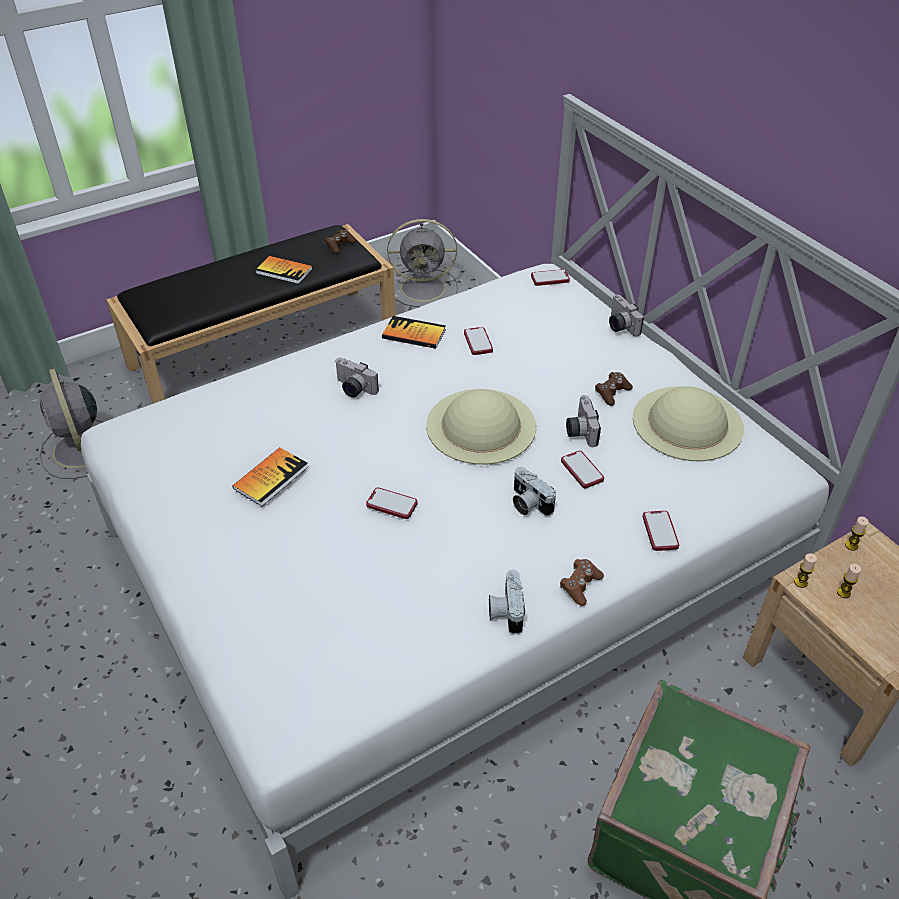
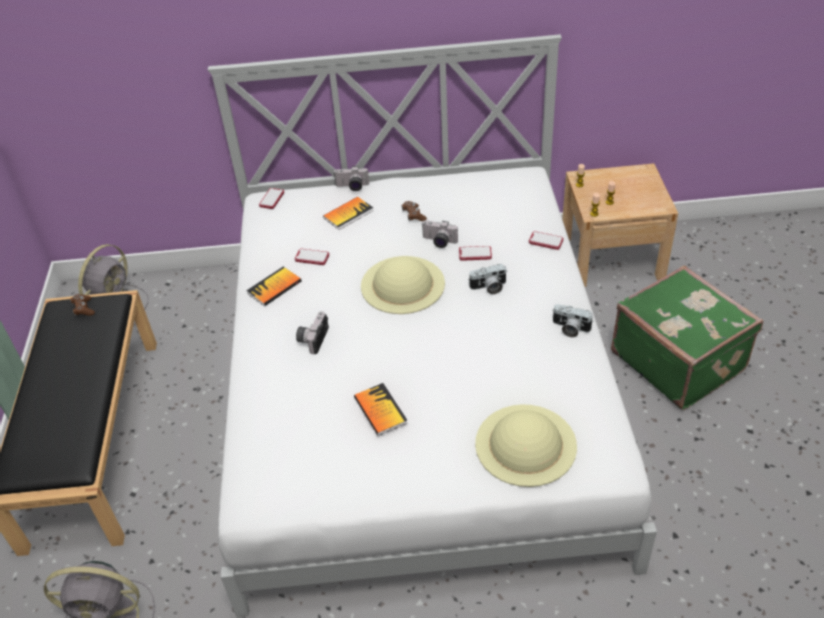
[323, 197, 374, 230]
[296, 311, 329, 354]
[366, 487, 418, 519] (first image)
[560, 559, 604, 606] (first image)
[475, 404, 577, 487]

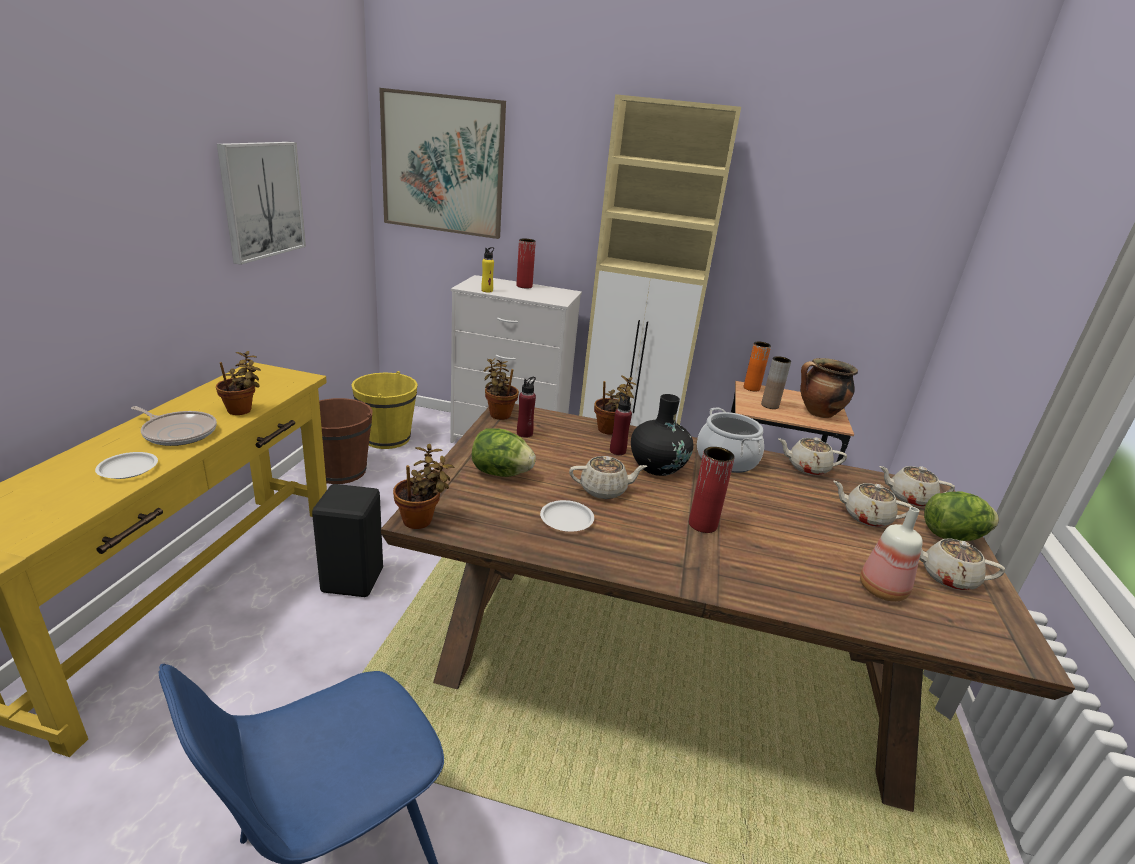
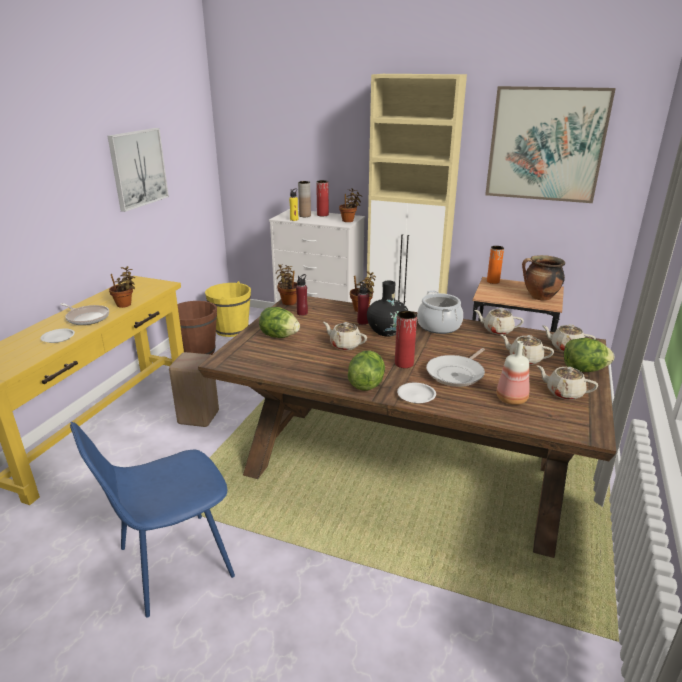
[169, 352, 219, 427]
[485, 86, 616, 203]
[339, 188, 362, 222]
[397, 383, 436, 403]
[323, 322, 367, 350]
[298, 181, 311, 217]
[348, 350, 385, 391]
[426, 348, 485, 387]

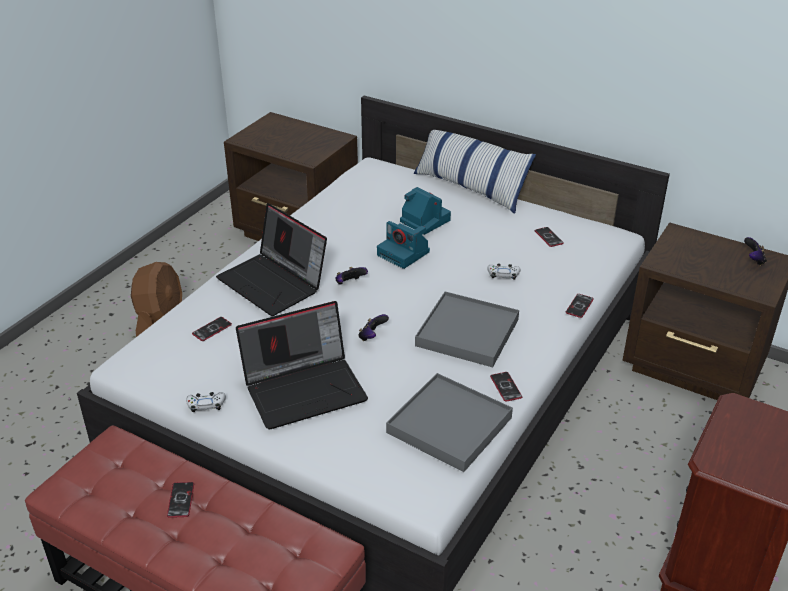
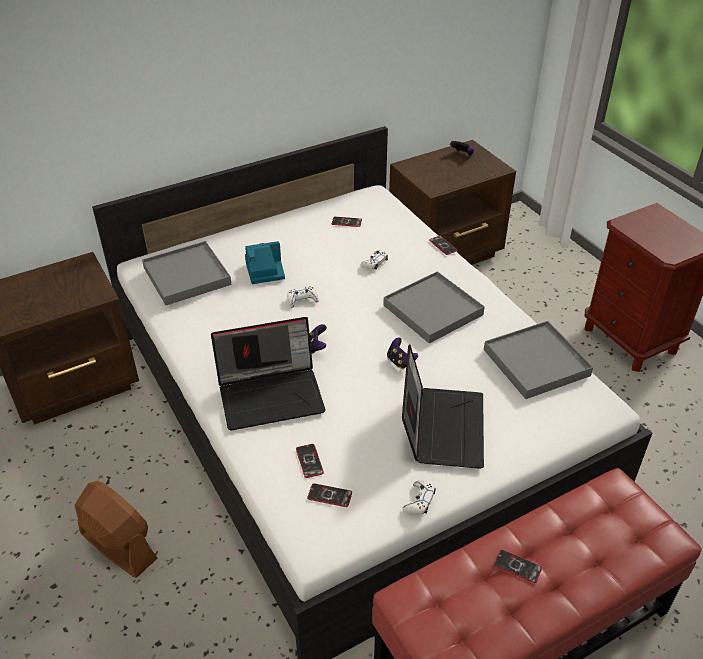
[287, 286, 319, 308]
[414, 130, 536, 214] (first image)
[307, 483, 352, 507]
[142, 241, 232, 305]

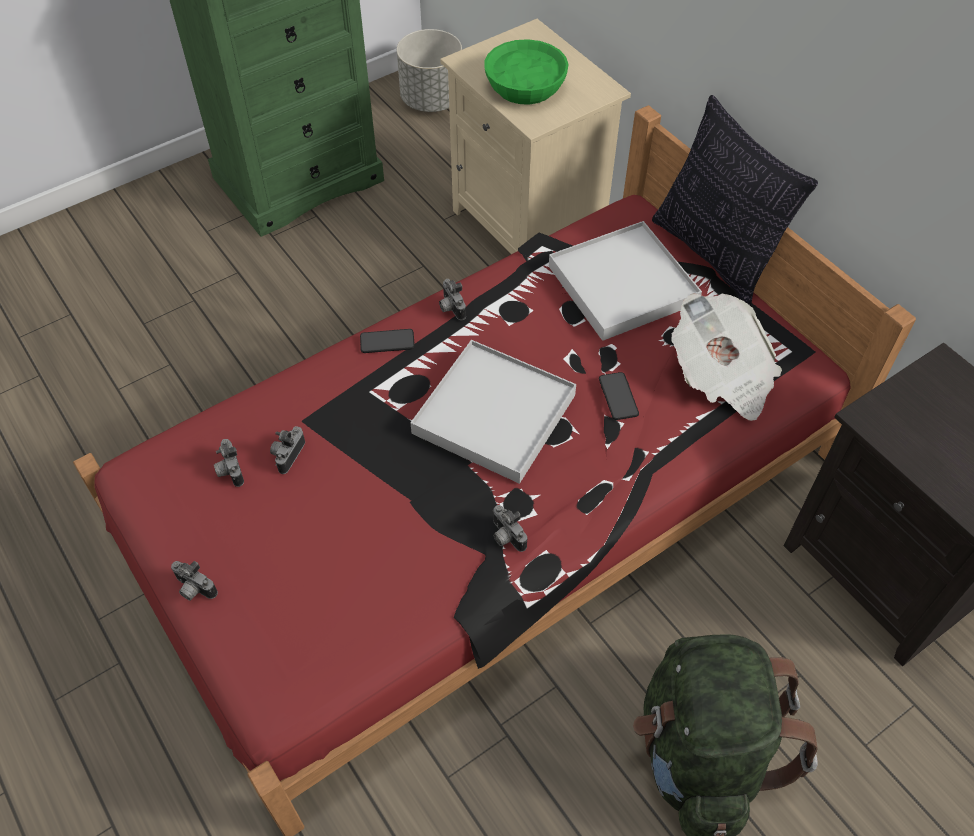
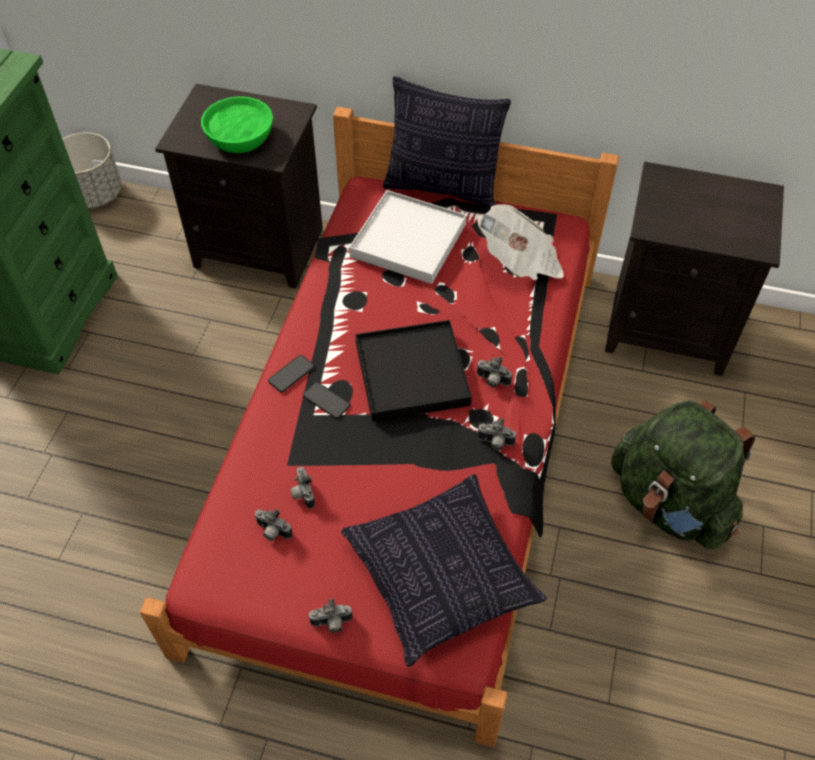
[355, 320, 472, 422]
[476, 357, 512, 387]
[155, 84, 323, 289]
[303, 382, 350, 419]
[341, 474, 547, 667]

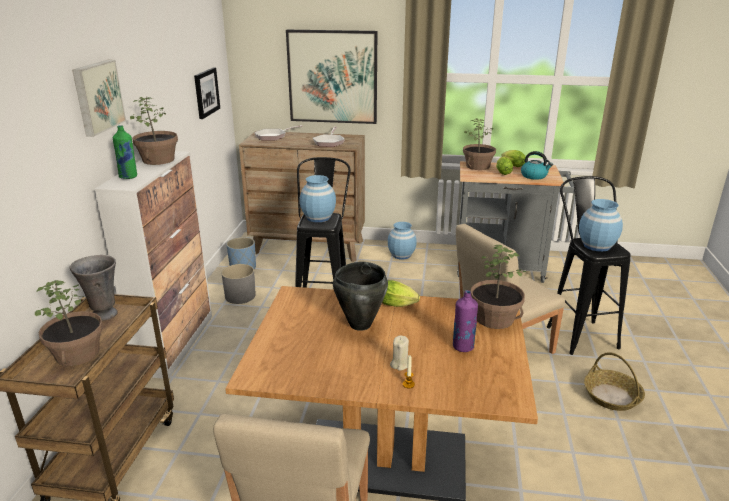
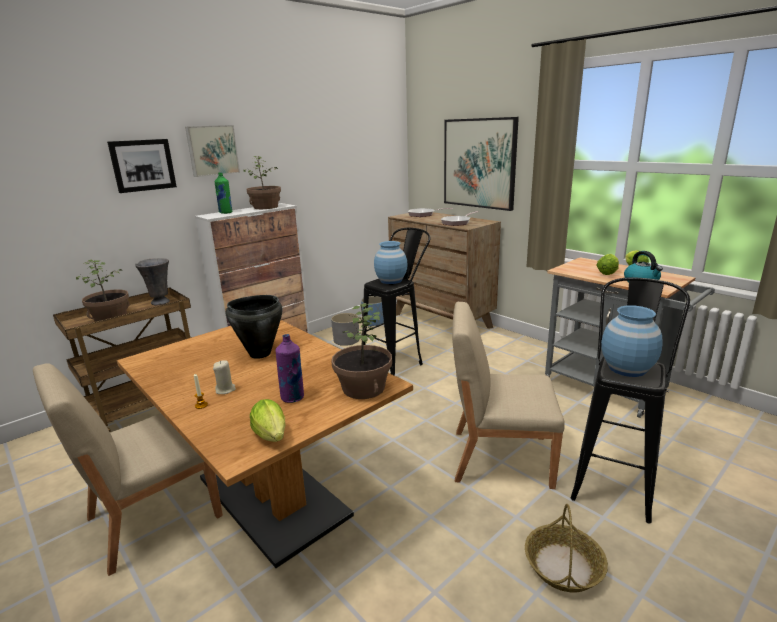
[107, 139, 177, 193]
[250, 399, 285, 442]
[388, 222, 417, 259] (first image)
[463, 118, 496, 170] (first image)

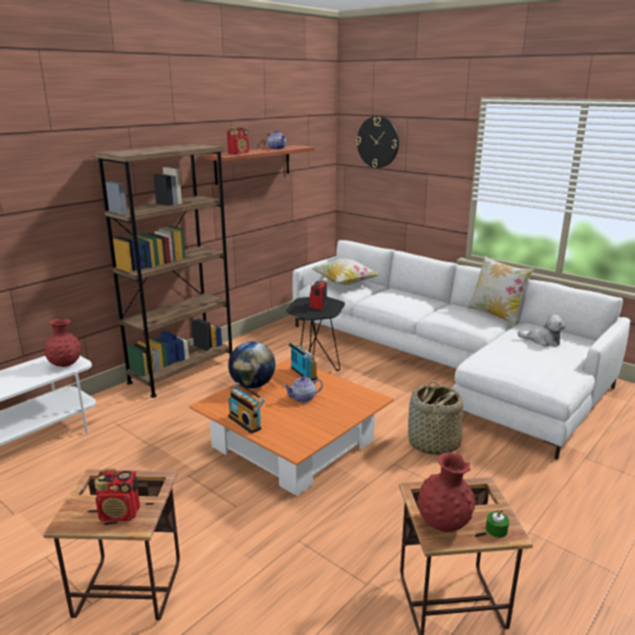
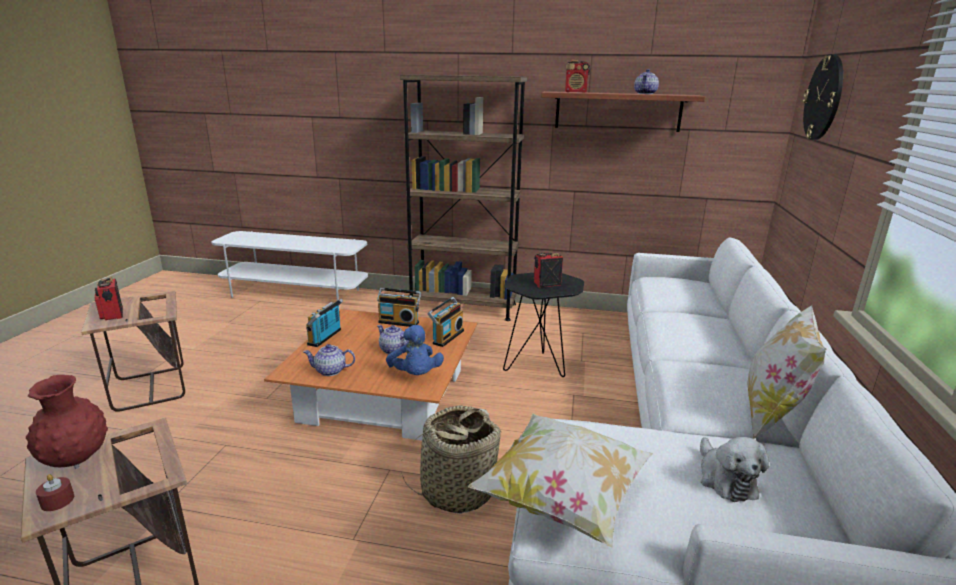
[44, 319, 81, 367] (first image)
[377, 288, 421, 327]
[468, 413, 653, 547]
[36, 474, 74, 511]
[303, 344, 355, 376]
[386, 325, 444, 375]

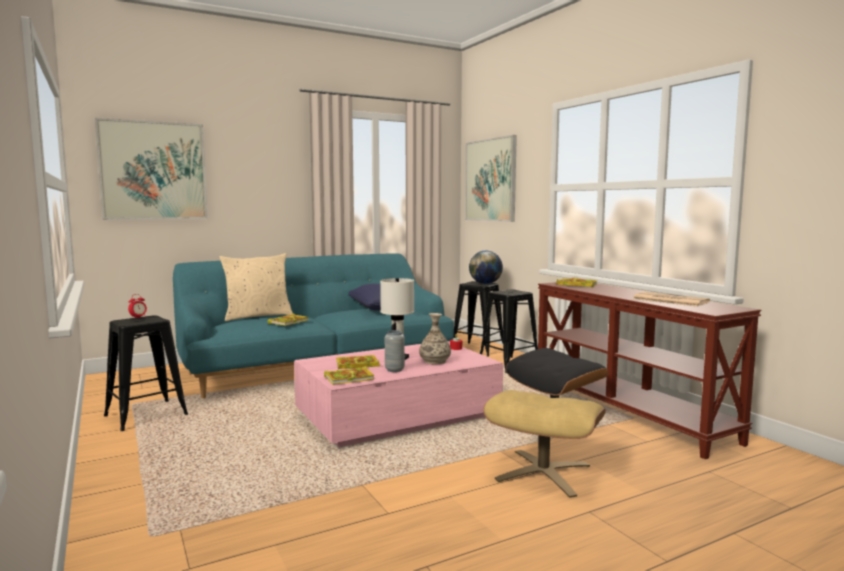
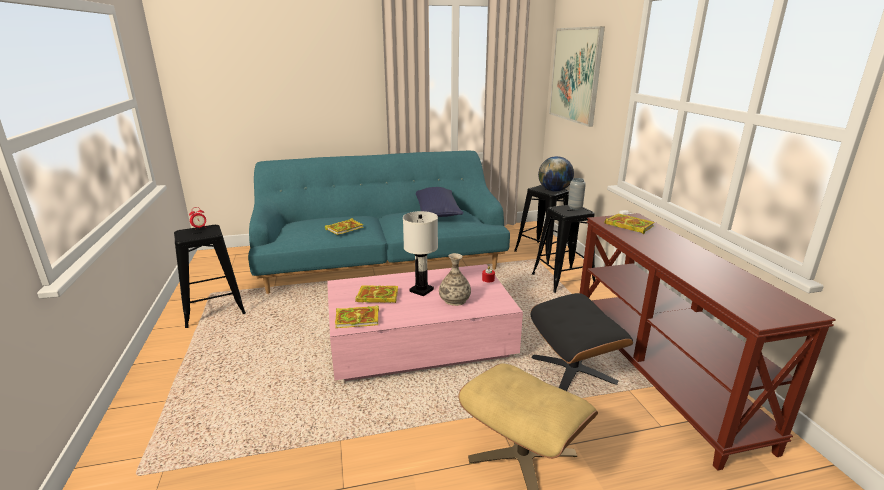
[95, 118, 208, 220] (first image)
[219, 253, 293, 321] (first image)
[568, 178, 586, 210]
[633, 292, 710, 307] (first image)

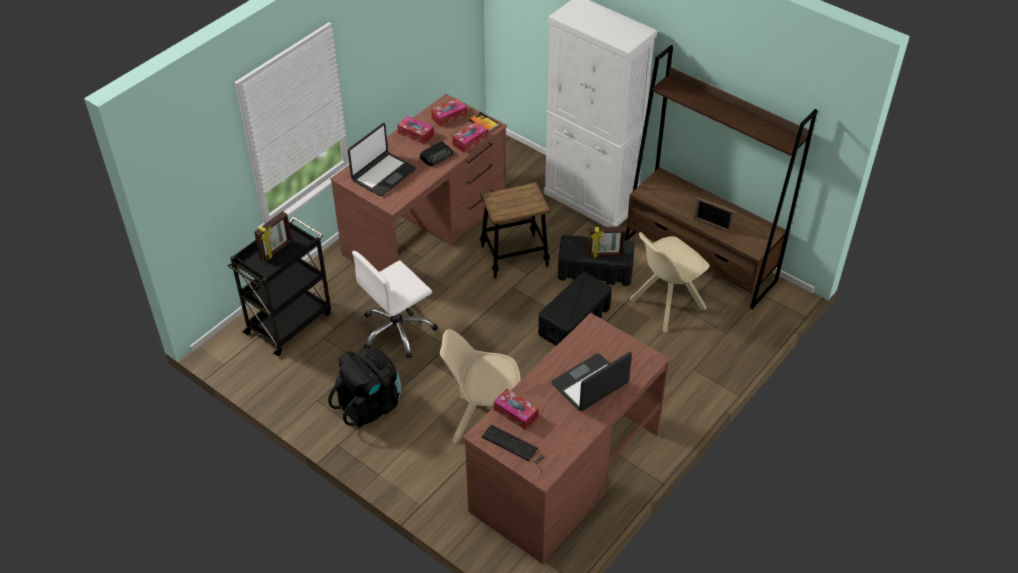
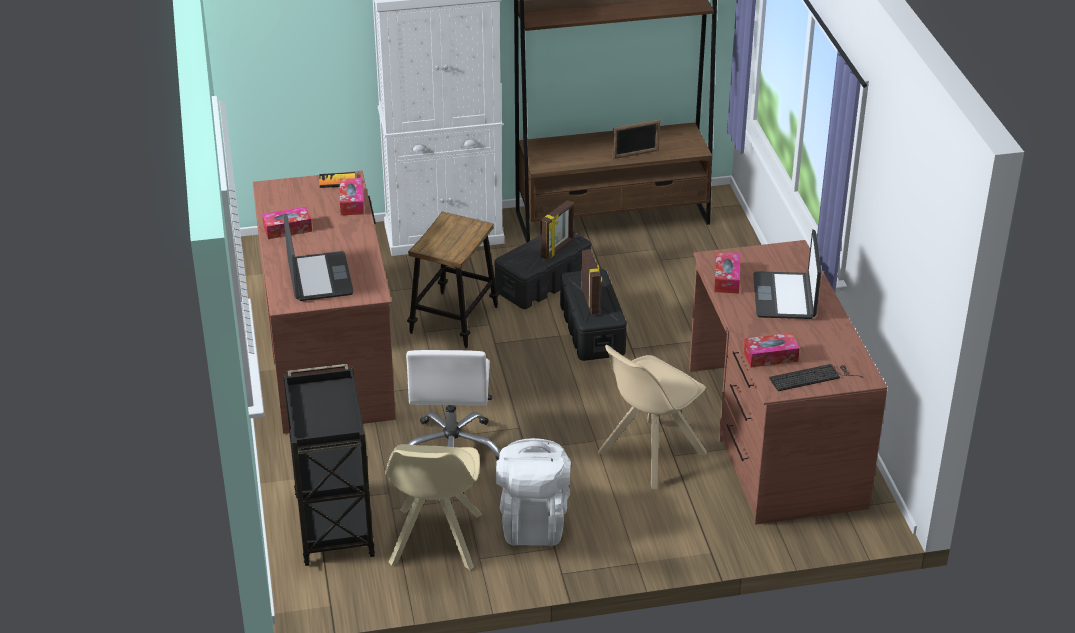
[582, 249, 602, 315]
[496, 438, 571, 546]
[420, 142, 453, 166] (first image)
[714, 252, 741, 294]
[385, 444, 482, 570]

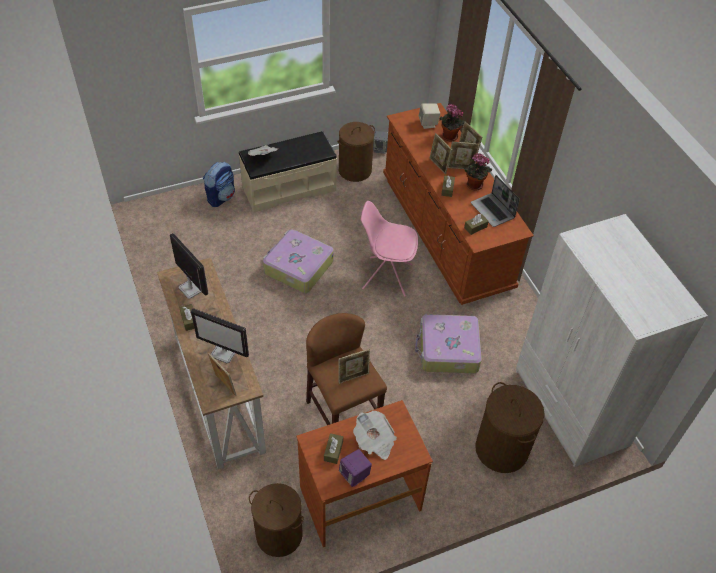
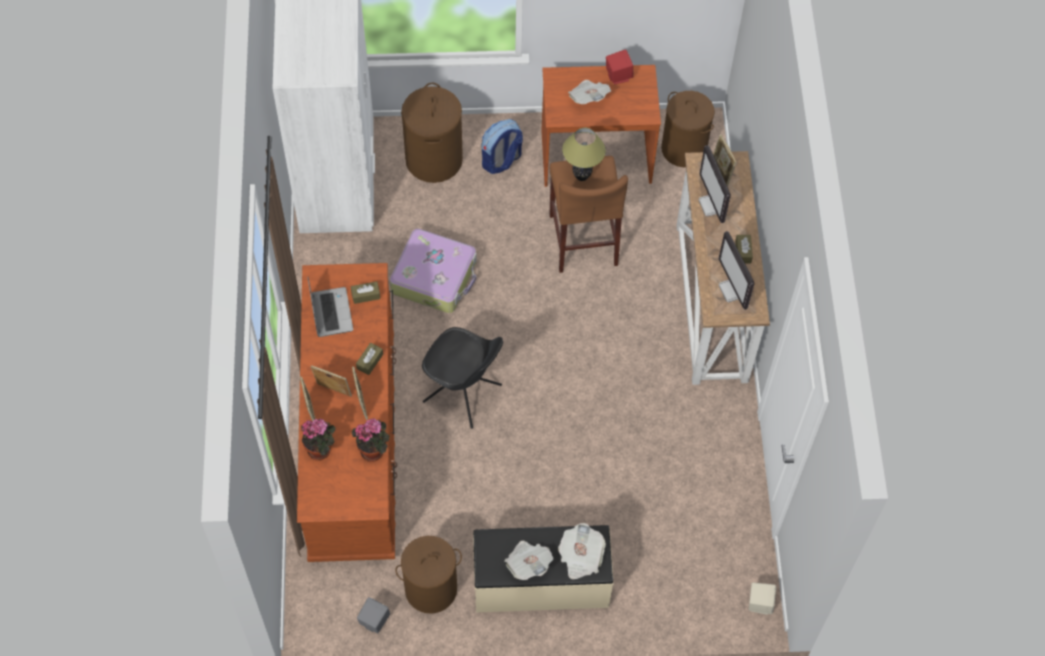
[699, 145, 731, 223]
[482, 119, 523, 174]
[263, 229, 334, 293] (first image)
[324, 433, 343, 464] (first image)
[562, 128, 606, 181]
[606, 50, 633, 84]
[422, 327, 503, 429]
[749, 583, 776, 615]
[352, 418, 390, 462]
[504, 541, 554, 580]

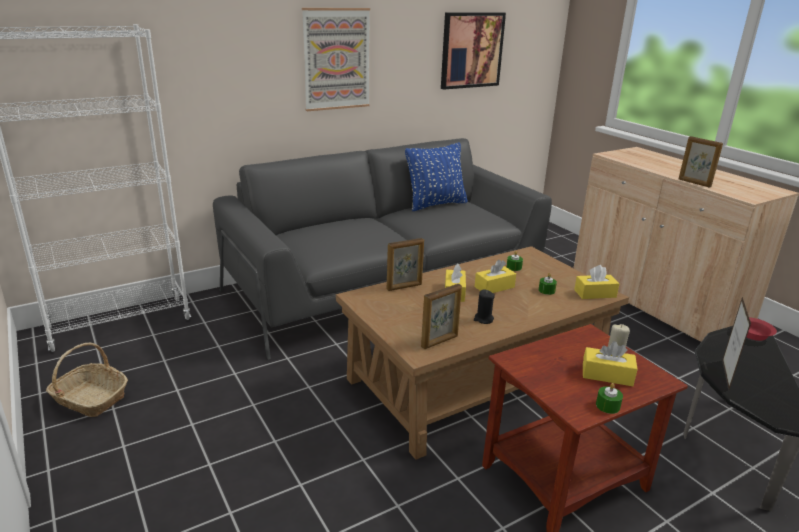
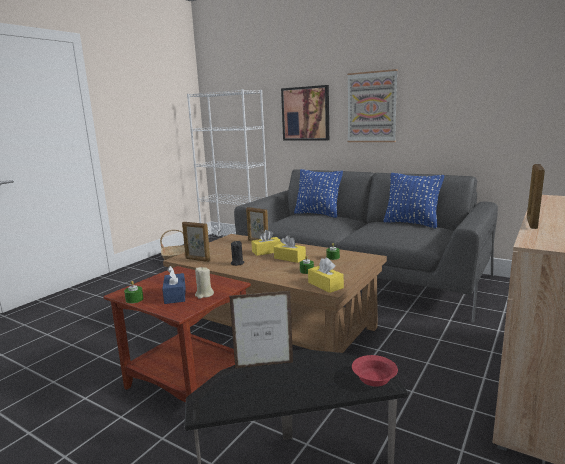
[281, 85, 329, 141]
[162, 266, 186, 304]
[294, 169, 343, 218]

